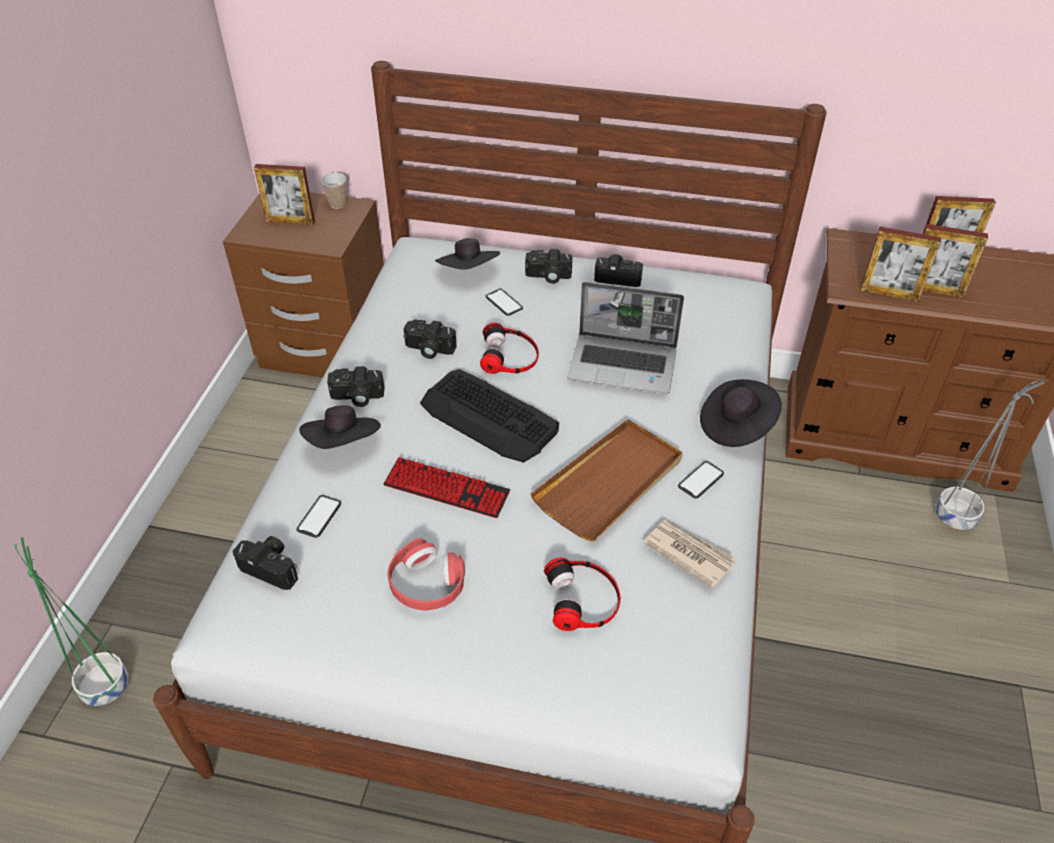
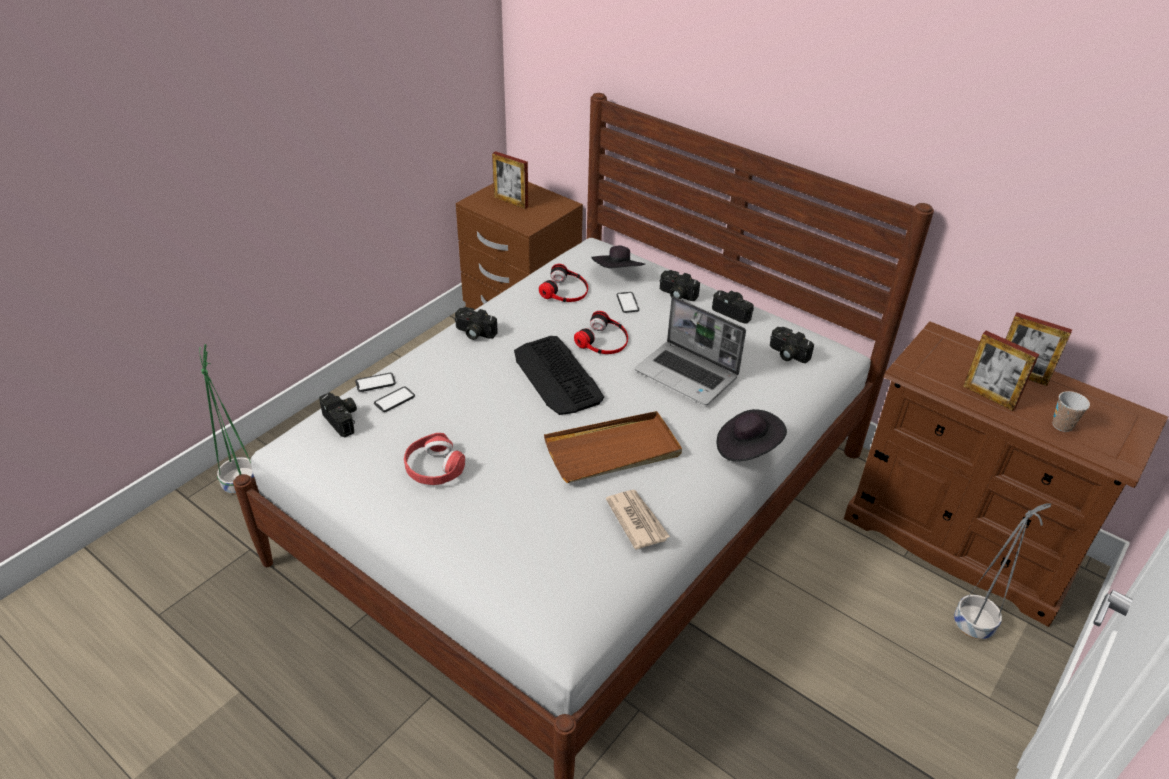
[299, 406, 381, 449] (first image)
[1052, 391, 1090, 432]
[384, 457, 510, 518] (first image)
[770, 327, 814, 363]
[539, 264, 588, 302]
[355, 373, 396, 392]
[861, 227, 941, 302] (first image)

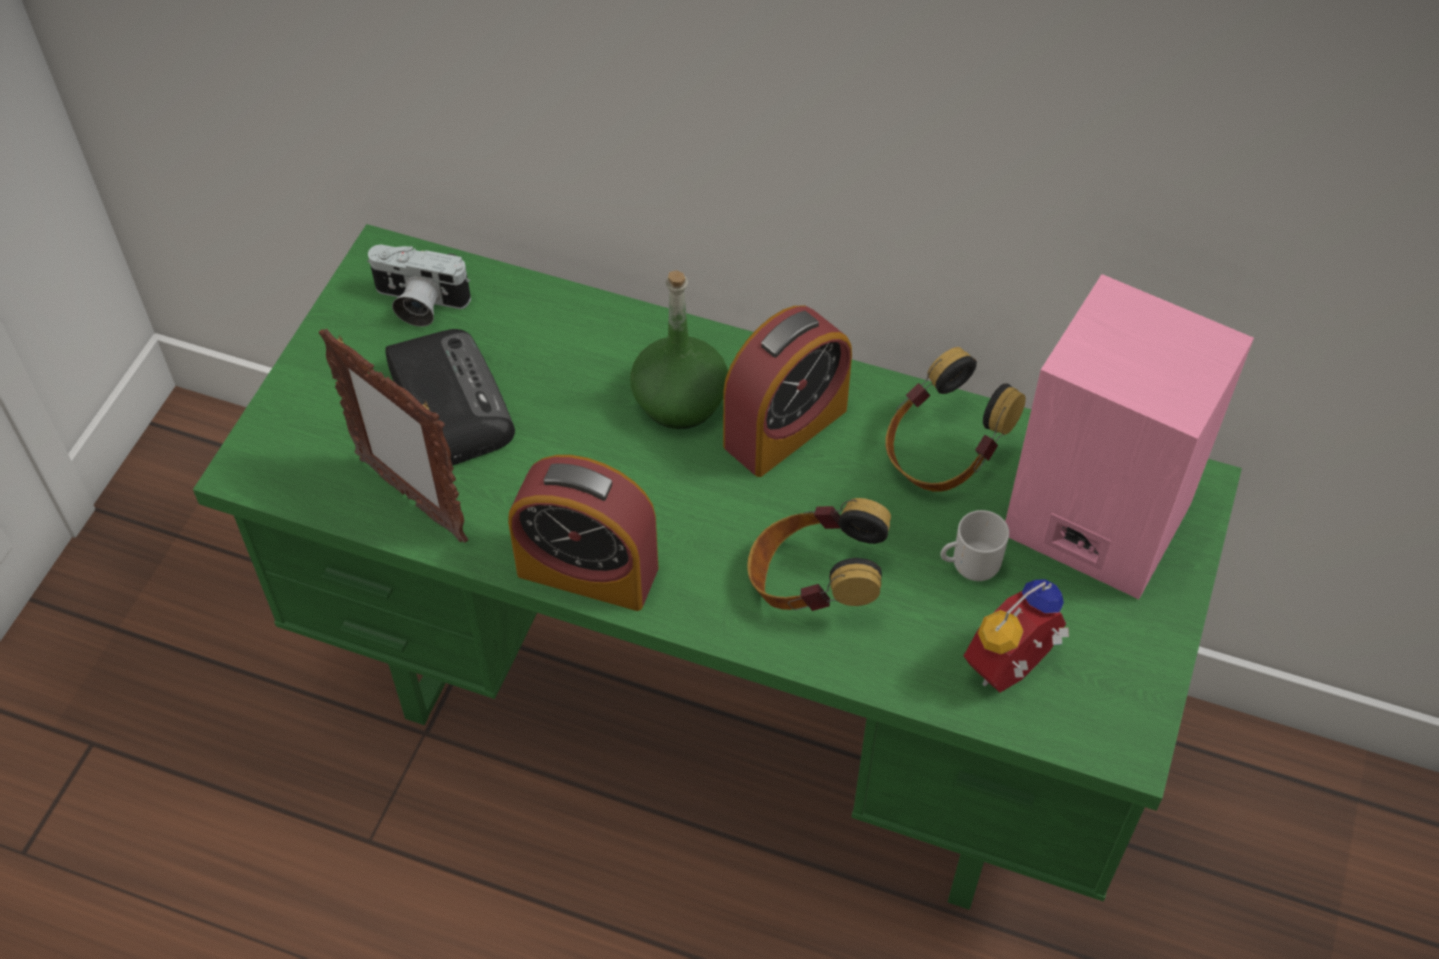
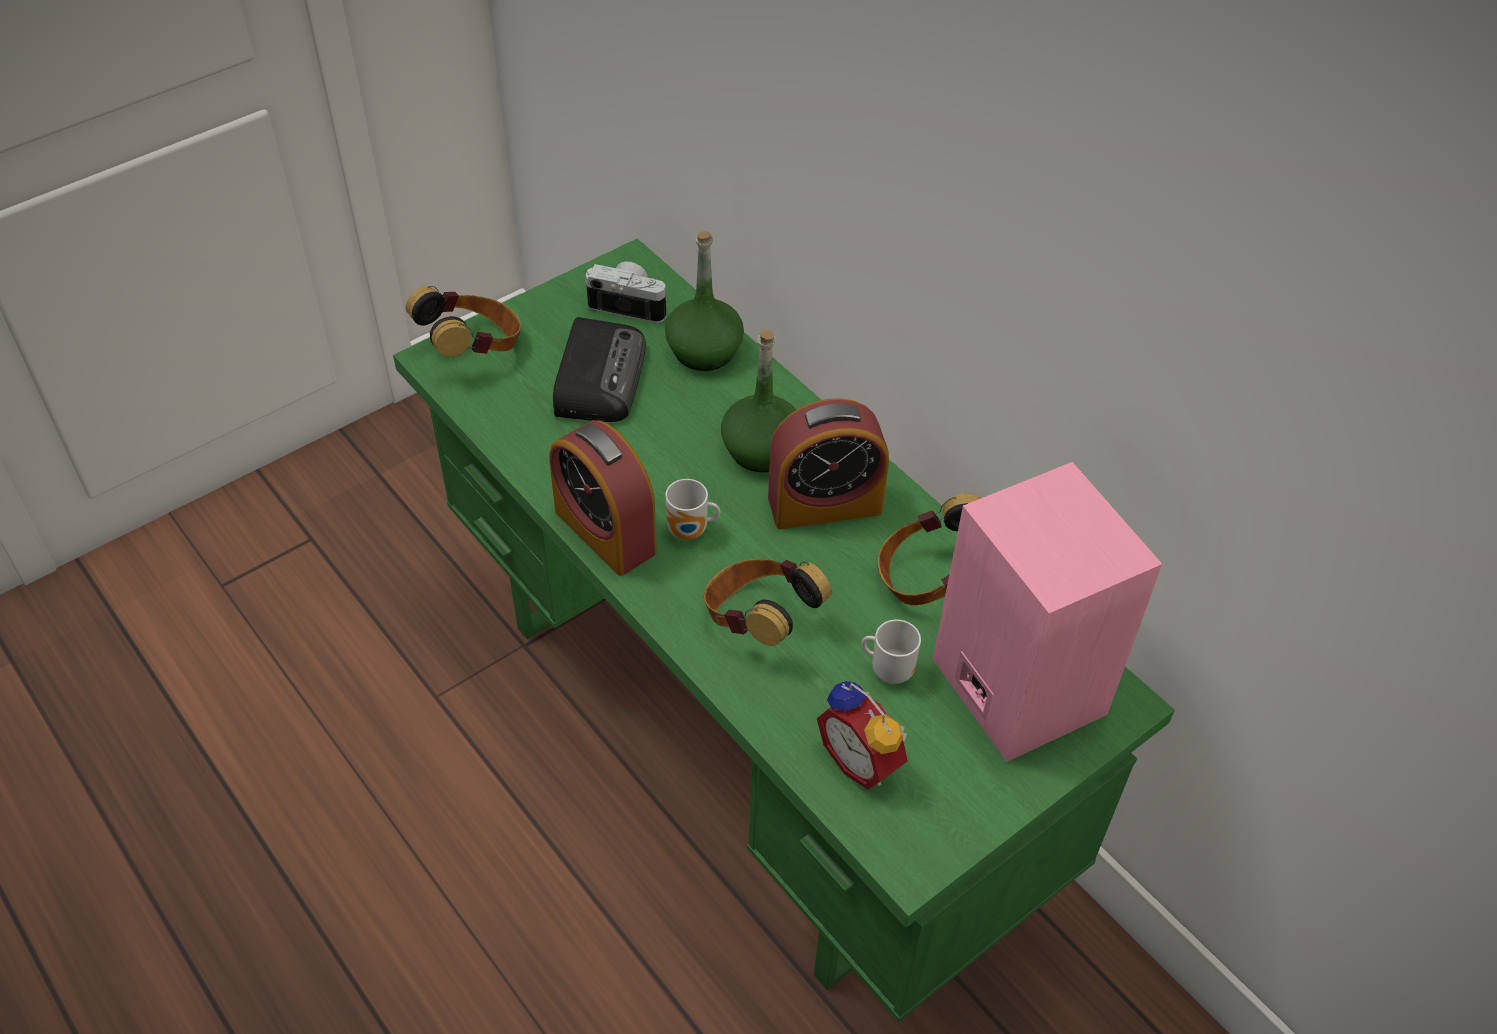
[318, 329, 468, 543] (first image)
[584, 261, 669, 323]
[817, 681, 908, 790]
[406, 286, 521, 357]
[665, 231, 744, 371]
[665, 479, 720, 540]

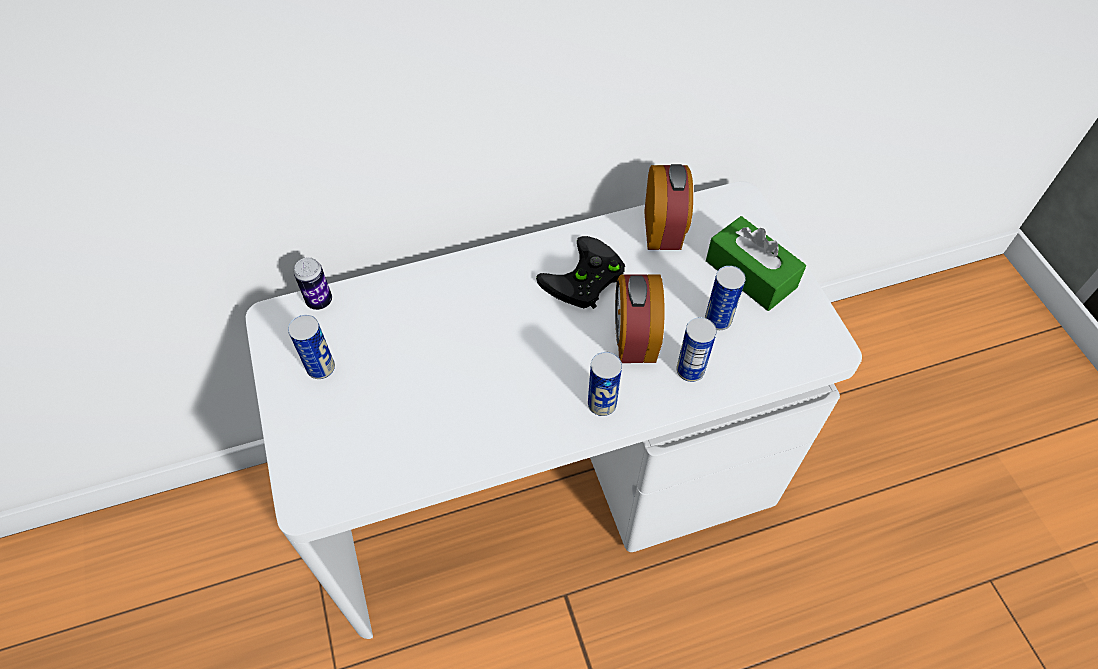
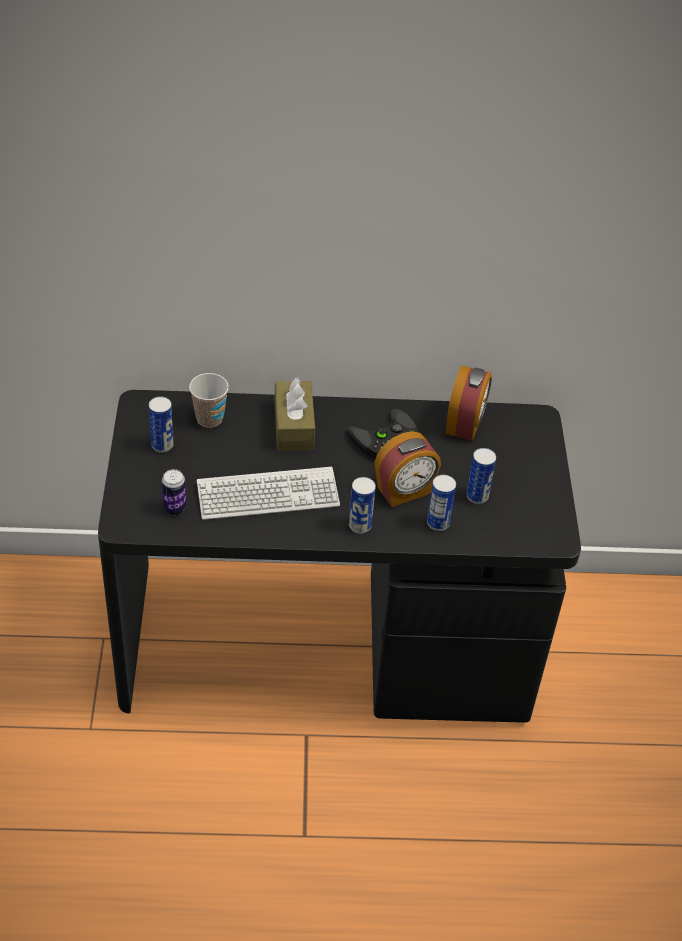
[98, 390, 581, 723]
[162, 469, 186, 515]
[374, 431, 441, 507]
[706, 216, 806, 311] (first image)
[189, 373, 229, 428]
[197, 467, 340, 520]
[274, 377, 315, 450]

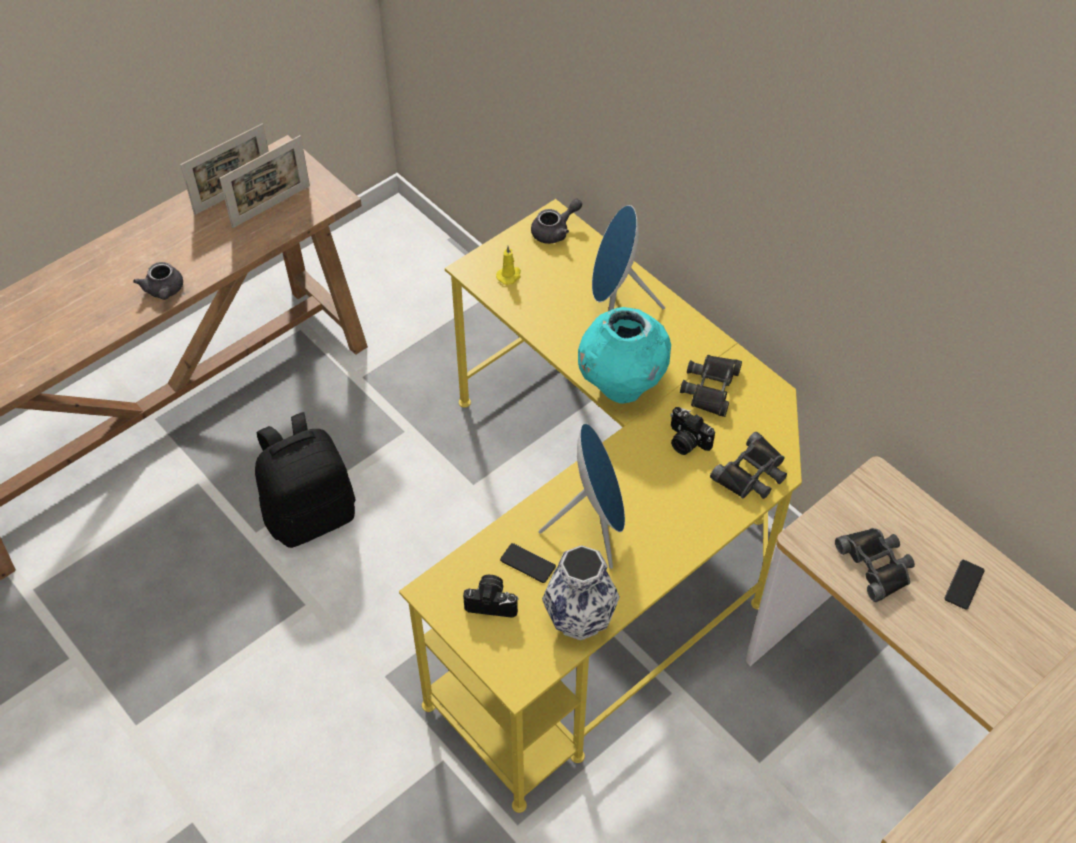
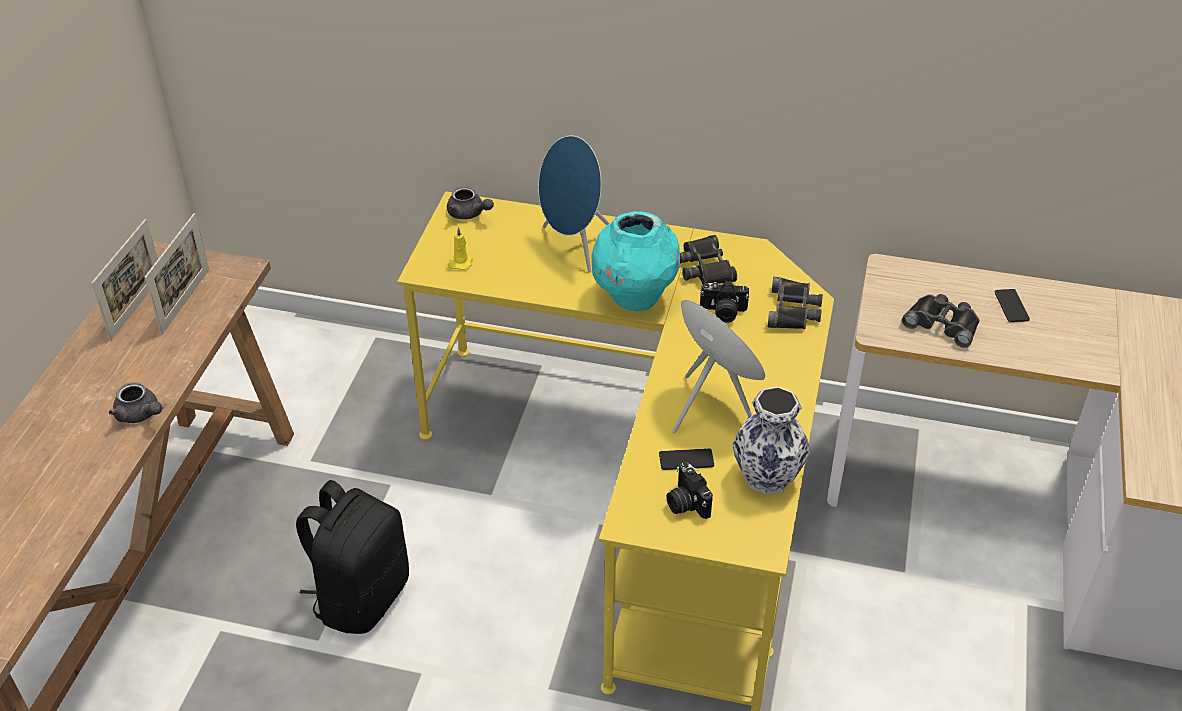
[666, 462, 713, 519]
[447, 186, 494, 220]

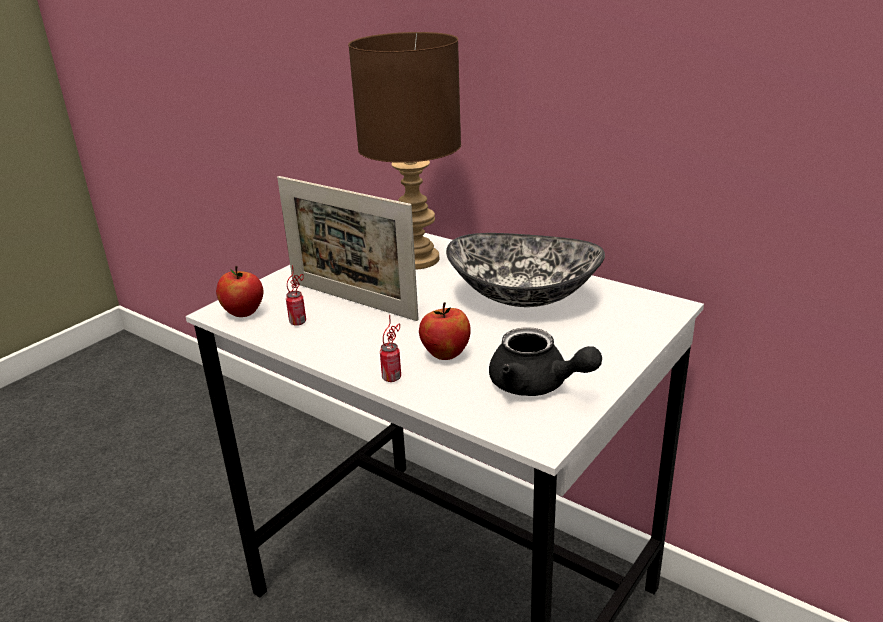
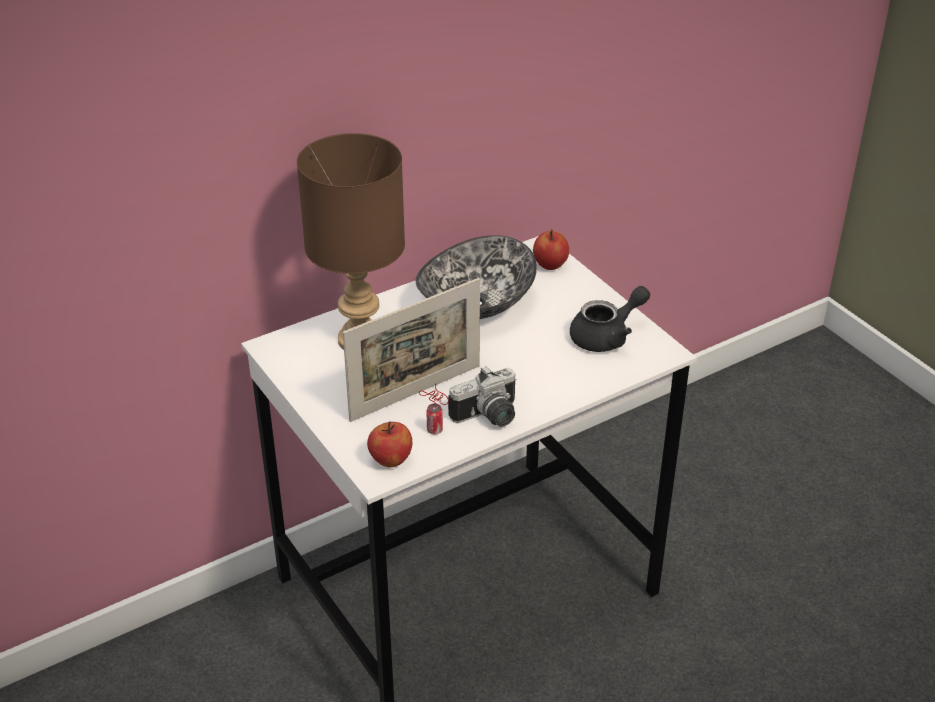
[380, 315, 401, 382] (first image)
[533, 229, 569, 270]
[448, 366, 516, 427]

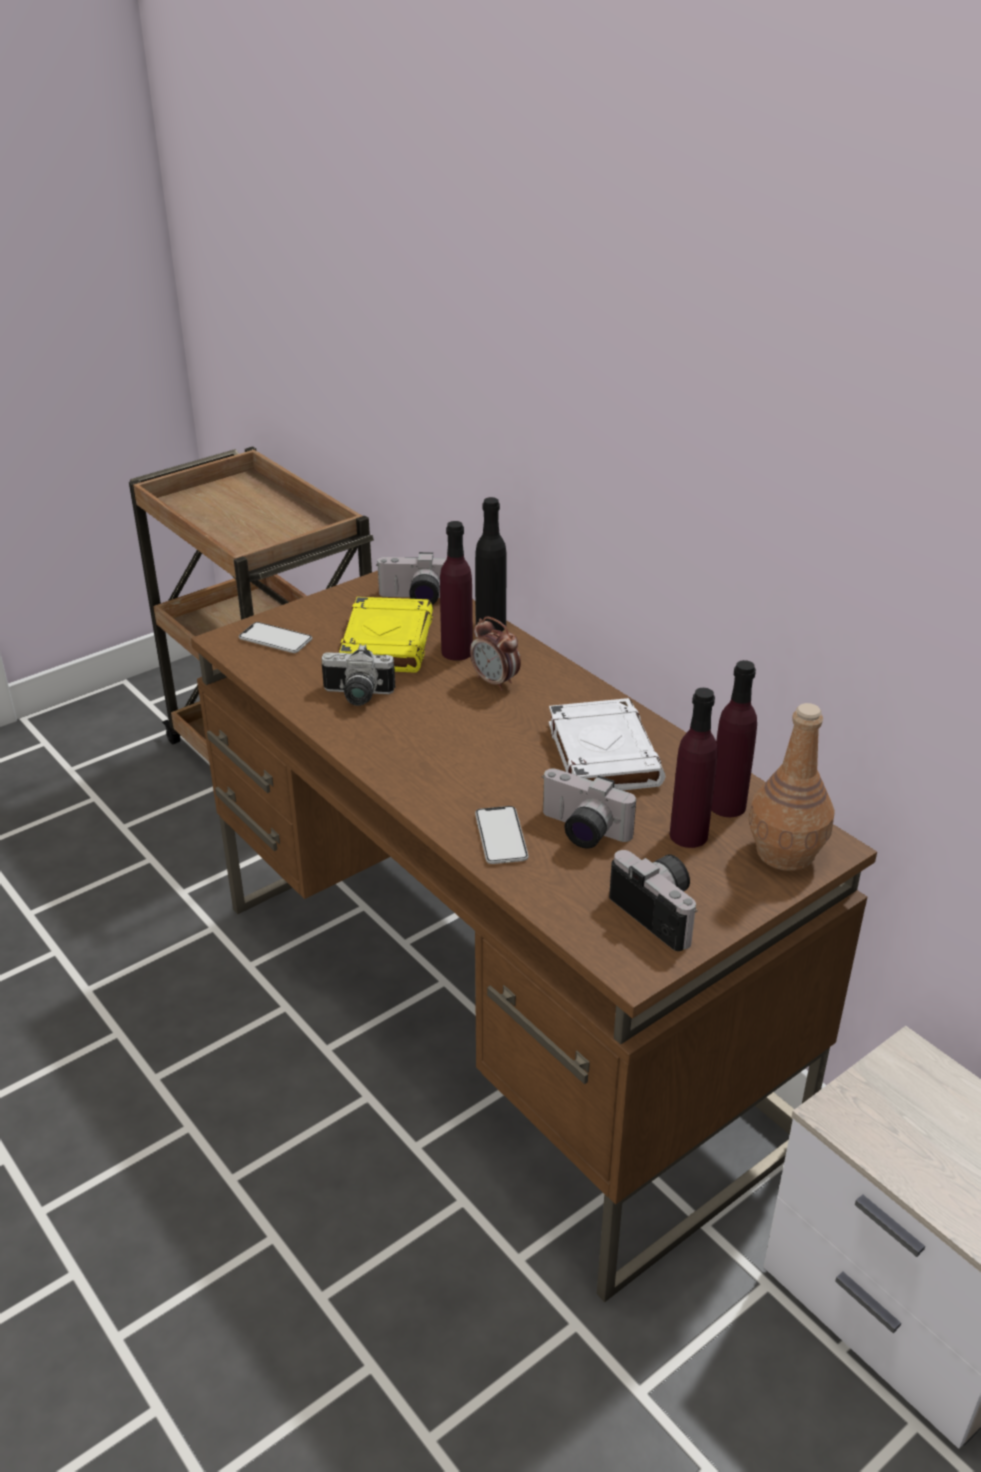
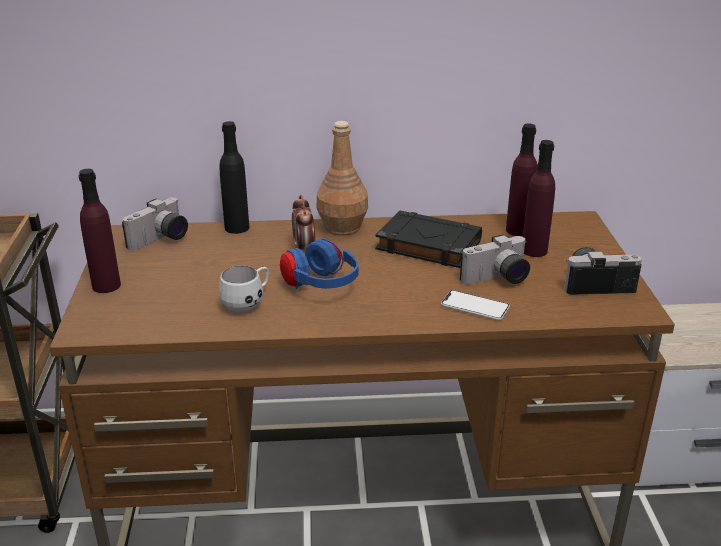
[239, 622, 312, 653] (first image)
[218, 266, 269, 312]
[339, 597, 433, 672] (first image)
[79, 169, 121, 293]
[292, 195, 315, 250]
[375, 210, 482, 268]
[317, 121, 368, 236]
[280, 238, 358, 289]

